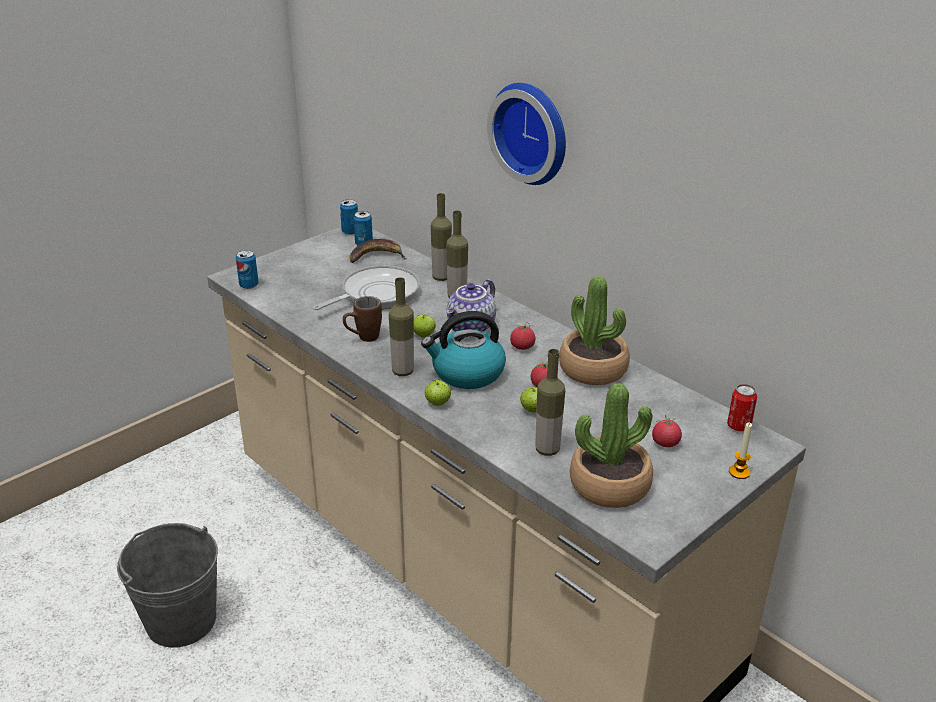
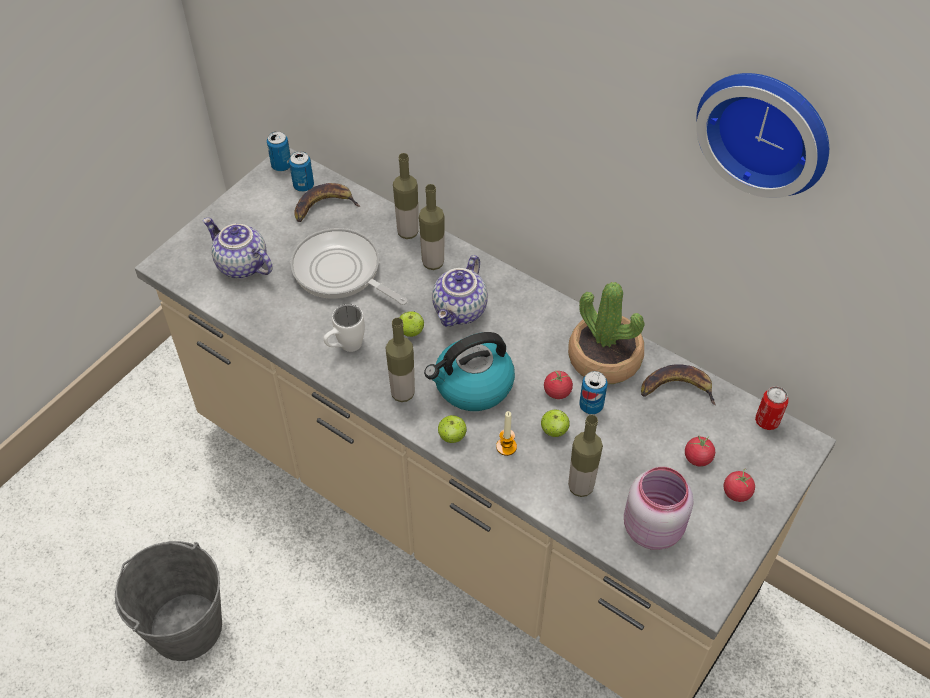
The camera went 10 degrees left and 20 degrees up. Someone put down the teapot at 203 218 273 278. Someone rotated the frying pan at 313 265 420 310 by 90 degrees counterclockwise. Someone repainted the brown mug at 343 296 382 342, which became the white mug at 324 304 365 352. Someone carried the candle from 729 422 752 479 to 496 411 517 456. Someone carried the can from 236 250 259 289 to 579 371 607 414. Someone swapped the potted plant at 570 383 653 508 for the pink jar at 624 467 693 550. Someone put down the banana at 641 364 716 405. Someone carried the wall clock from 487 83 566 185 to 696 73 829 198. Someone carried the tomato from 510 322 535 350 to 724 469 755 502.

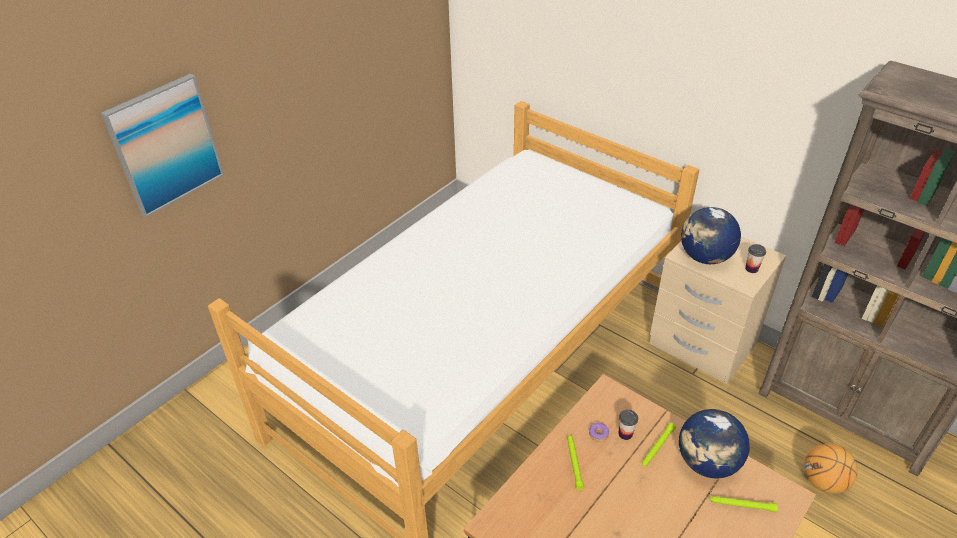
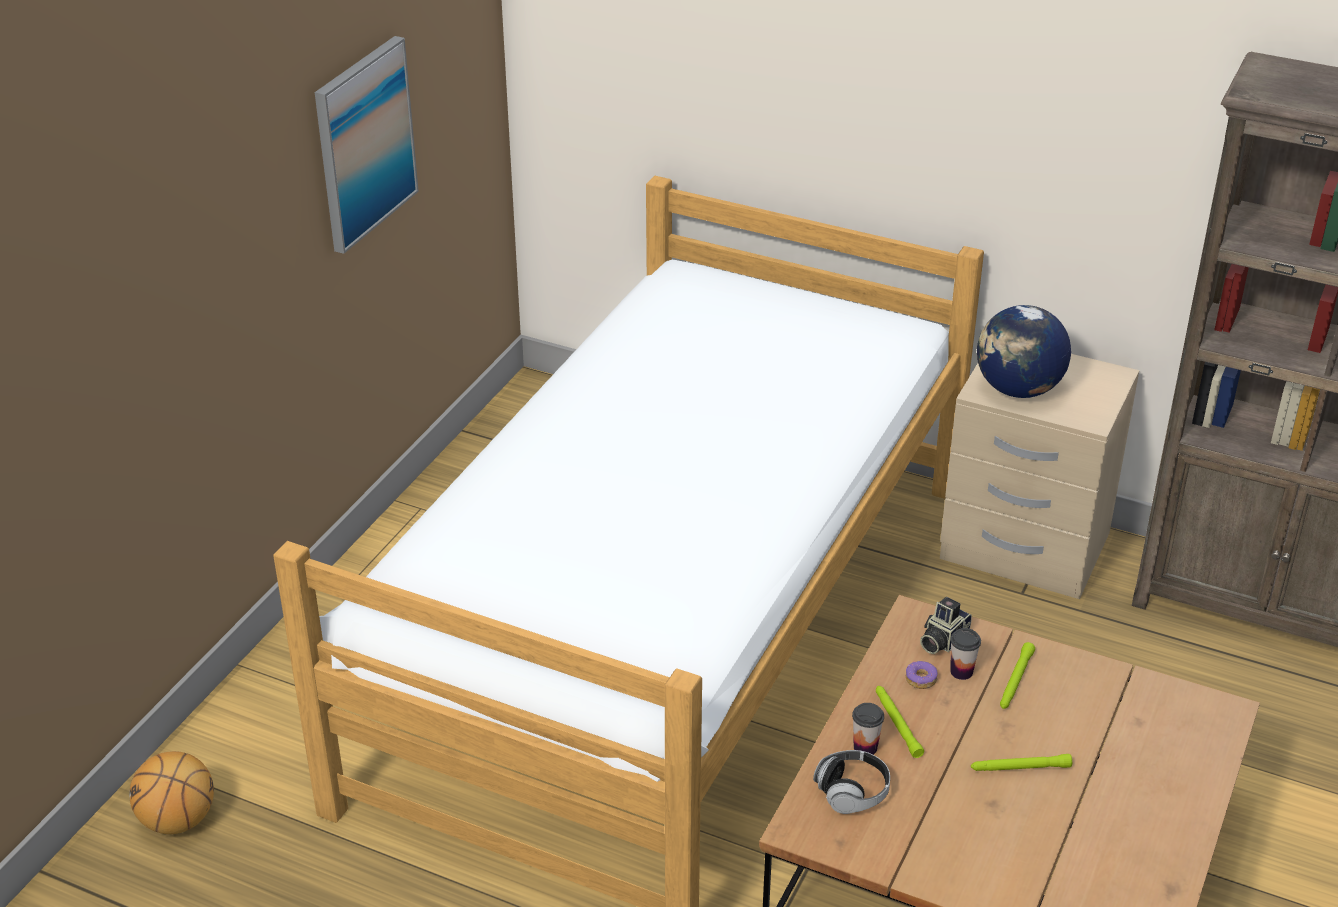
The camera went 15 degrees left and 5 degrees down. Someone carried the basketball from 804 443 858 494 to 129 751 214 834. Someone carried the picture from 101 74 224 218 to 315 36 419 254. Someone put down the headphones at 813 750 890 814. Someone carried the cup from 745 244 766 273 to 852 703 884 755. Someone put down the photo camera at 920 597 972 654. Someone carried the green flashlight from 710 496 778 512 to 971 754 1072 771. Someone took away the globe at 679 409 750 478.

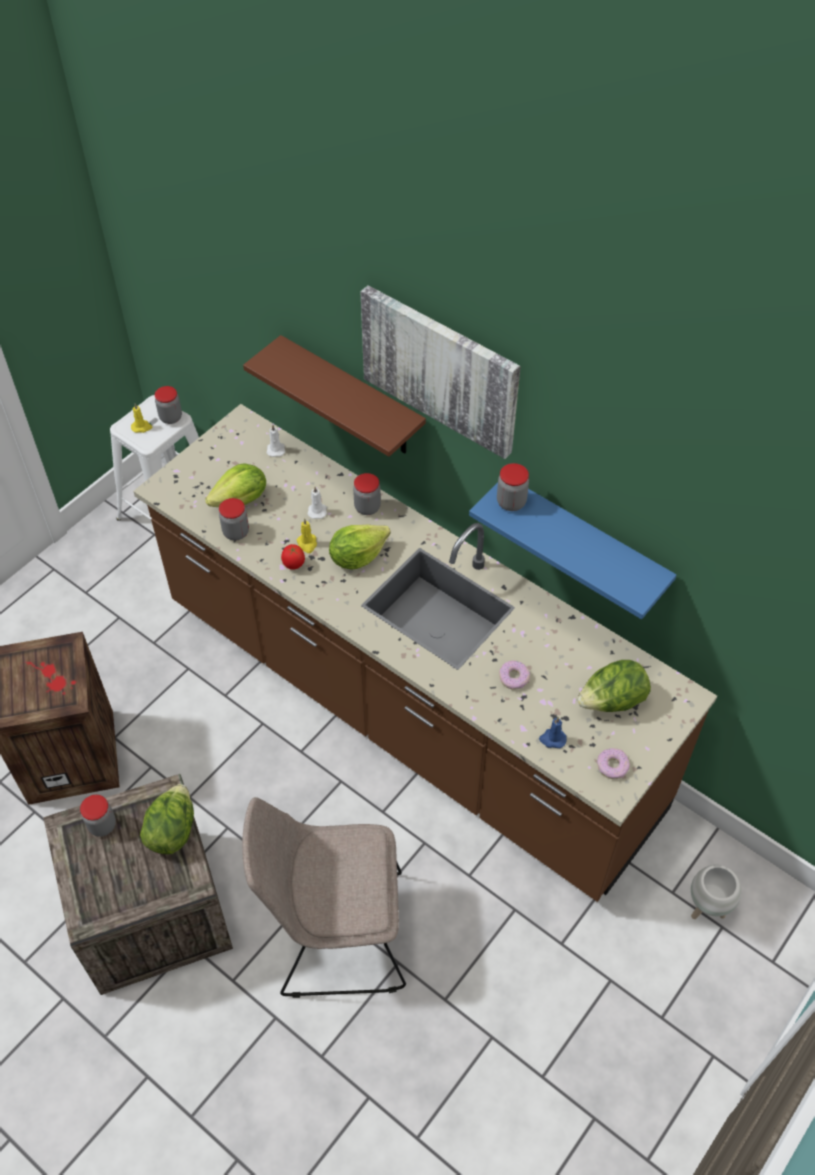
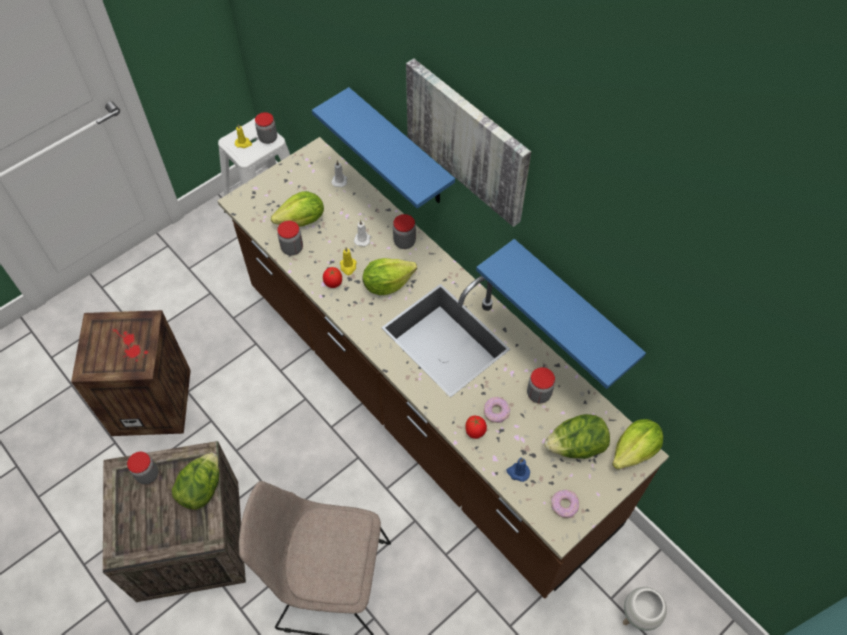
The camera went 10 degrees right and 5 degrees up. Someone repainted the brown shelf at 243 335 426 457, which became the blue shelf at 312 87 455 209. Someone put down the tomato at 466 416 487 439. Someone carried the jar from 497 463 529 511 to 527 367 555 403. Someone put down the lettuce at 612 419 663 470.

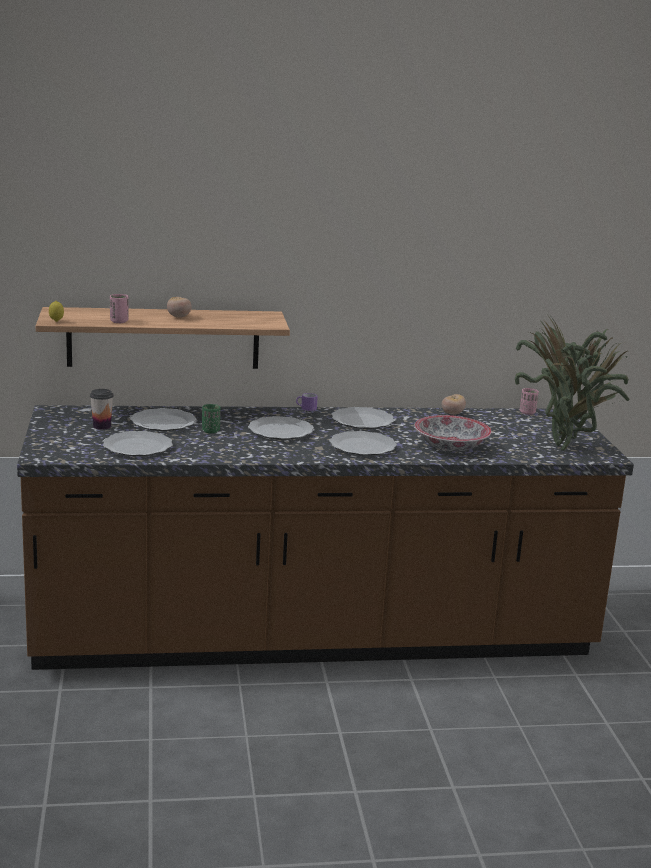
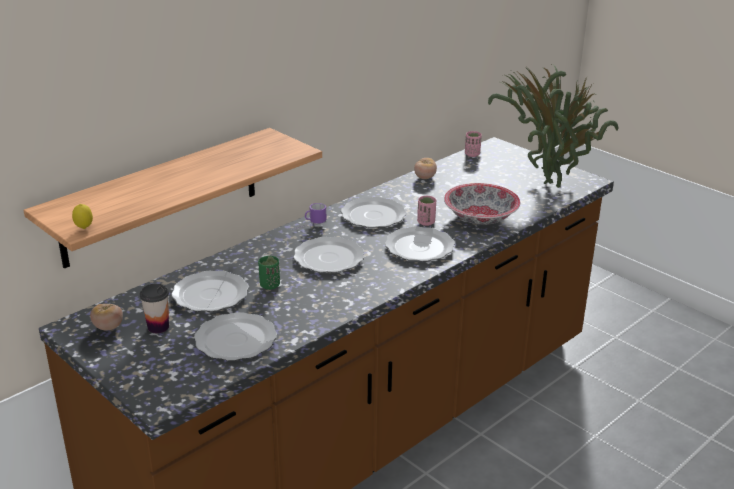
The camera went 35 degrees left and 10 degrees up. Someone carried the tomato from 167 297 192 318 to 90 304 123 331. Someone carried the pink cup from 110 294 129 323 to 417 196 436 226.

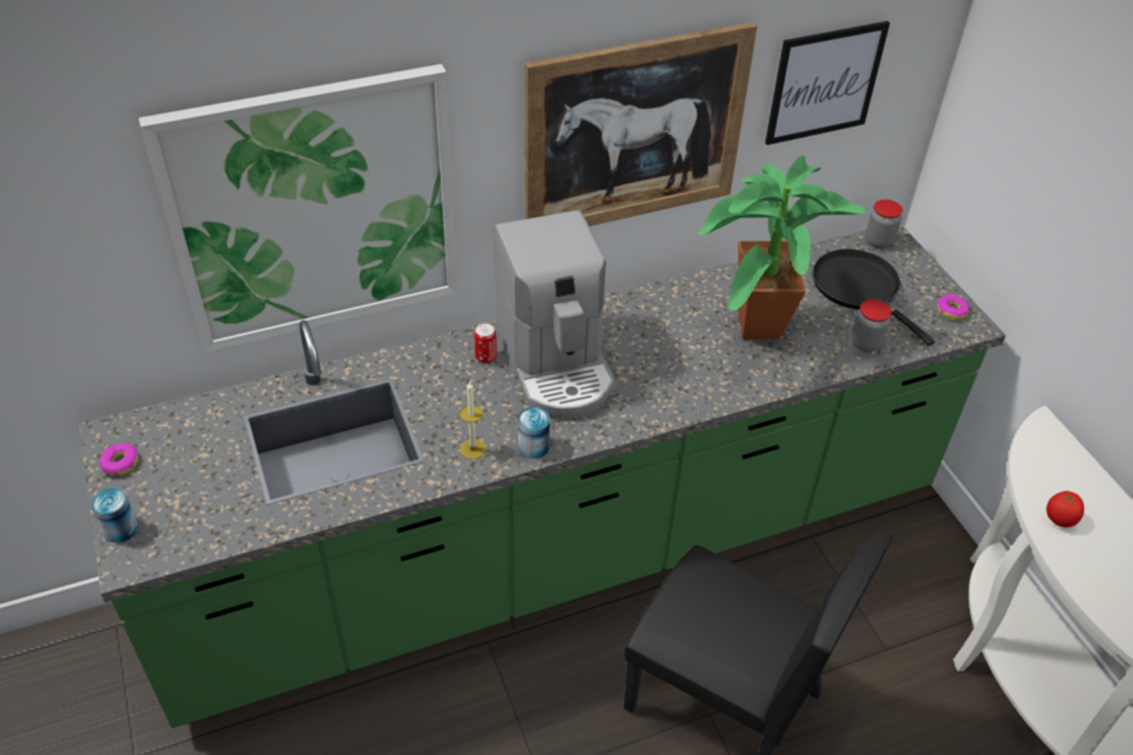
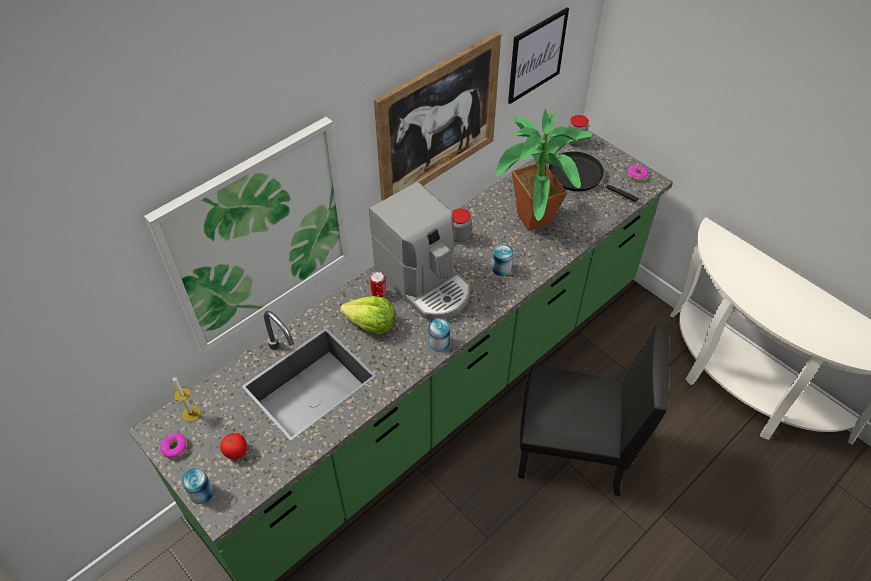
The camera went 20 degrees left and 5 degrees up. Someone carried the candle from 460 382 486 459 to 173 376 201 422. Someone carried the tomato from 1046 491 1084 527 to 220 433 247 460. Someone put down the lettuce at 340 296 396 335. Someone carried the jar from 851 299 892 352 to 452 208 471 242. Someone put down the can at 492 244 513 276.

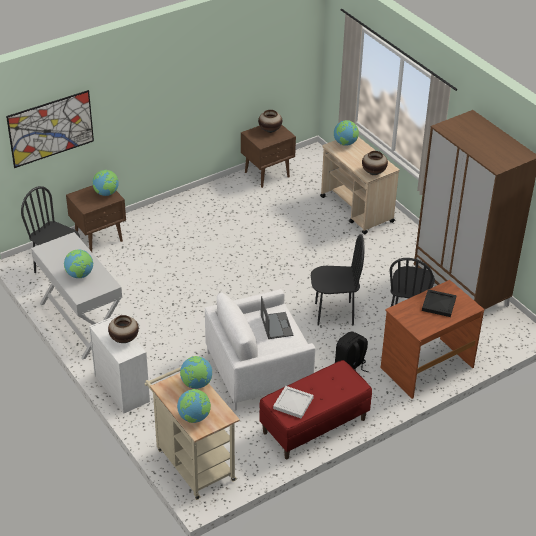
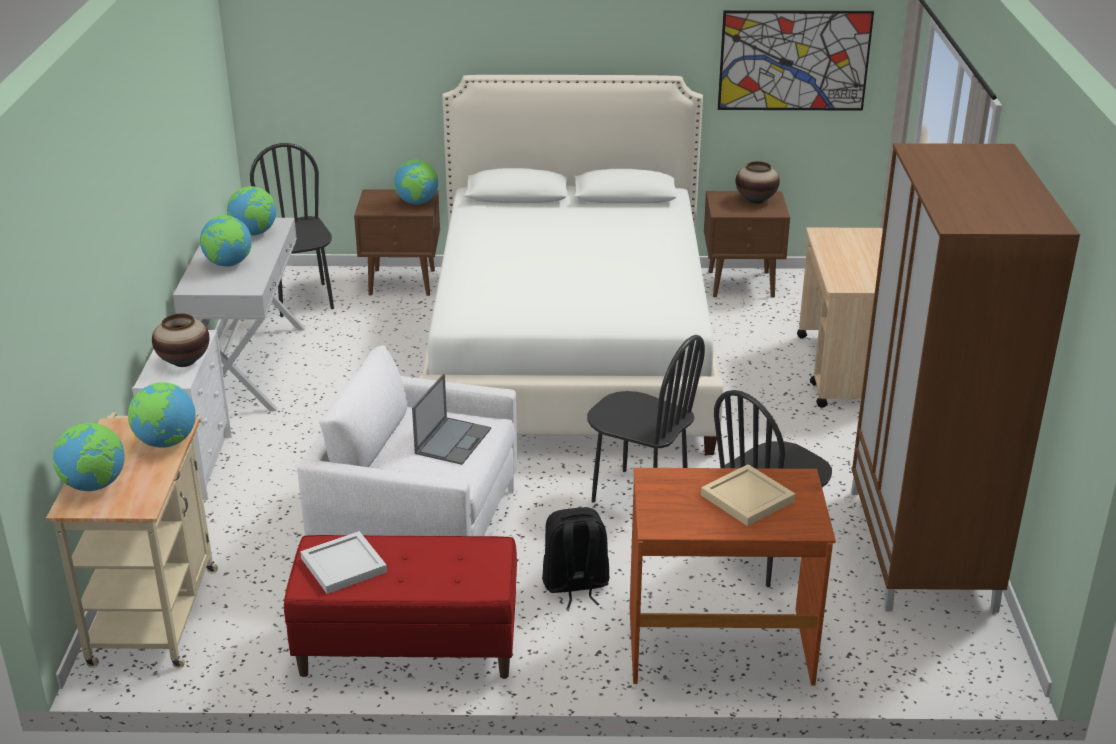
The camera went 35 degrees right and 10 degrees down. Someone carried the globe from 334 120 359 146 to 227 186 276 235. Someone put down the white bed at 419 75 723 455. Someone repainted the black tray at 422 289 457 317, which became the beige tray at 701 464 795 526. Someone carried the picture from 6 90 94 168 to 718 10 874 111. Someone took away the vase at 362 151 388 175.

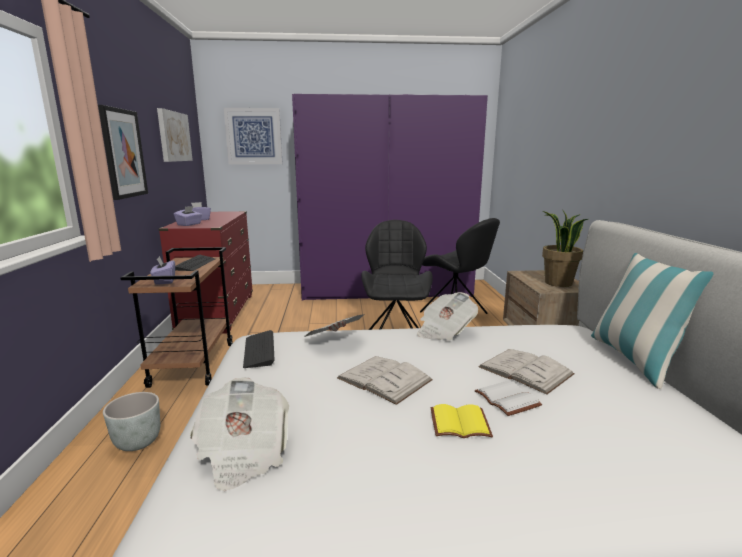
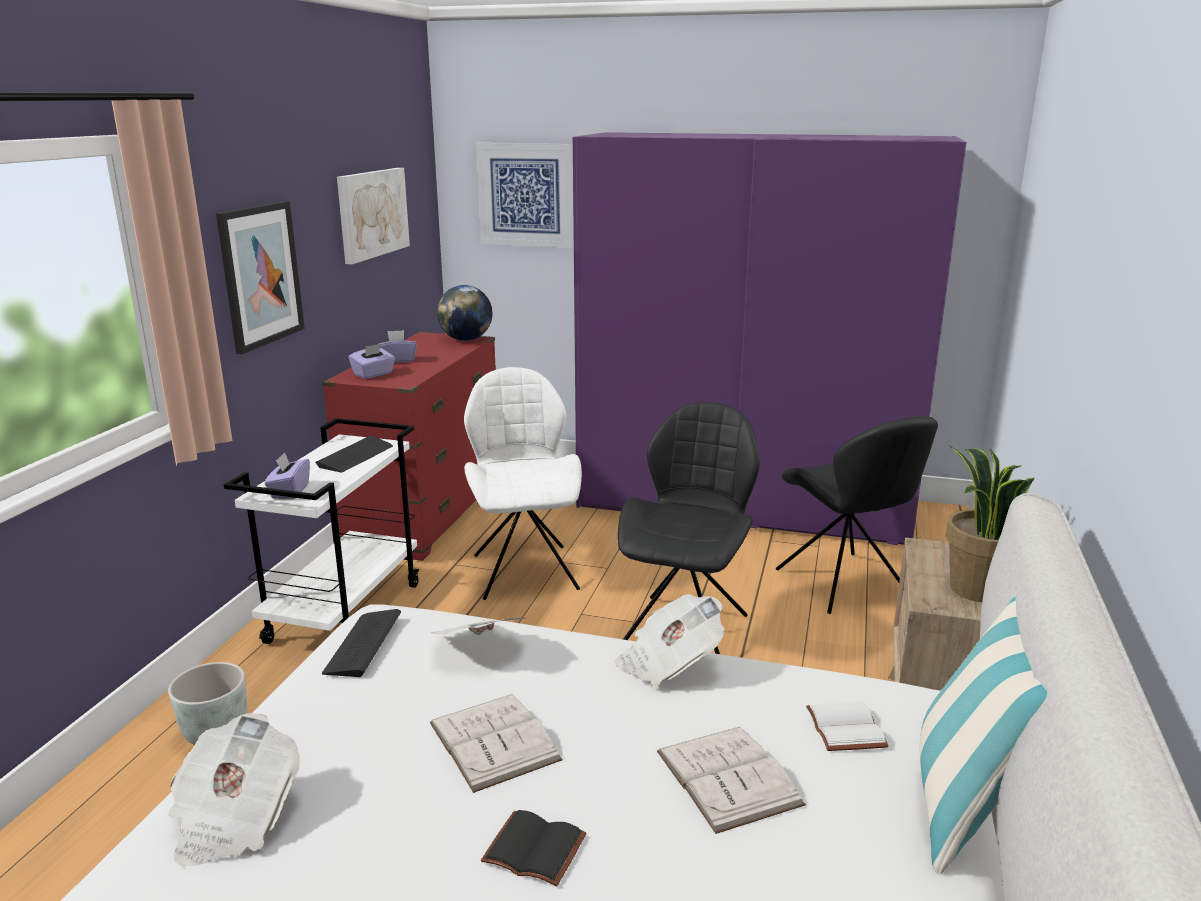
The camera went 20 degrees right and 5 degrees up. Someone repainted the brown cart at 120 247 233 388, which became the white cart at 224 418 420 644. Someone put down the globe at 437 285 492 341. Someone put down the white chair at 464 367 582 600. Someone repainted the yellow book at 431 404 493 438, which became the black book at 481 810 586 886. Someone carried the white book from 475 381 542 416 to 806 702 889 751.

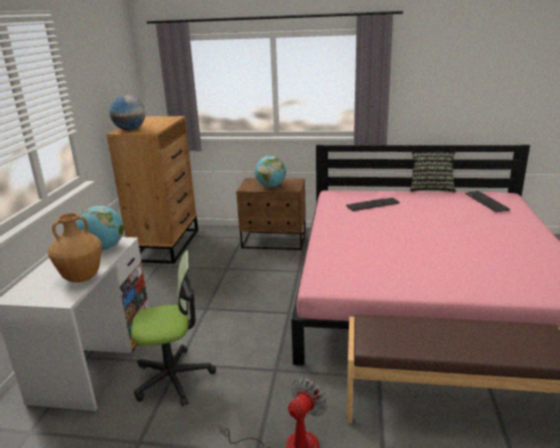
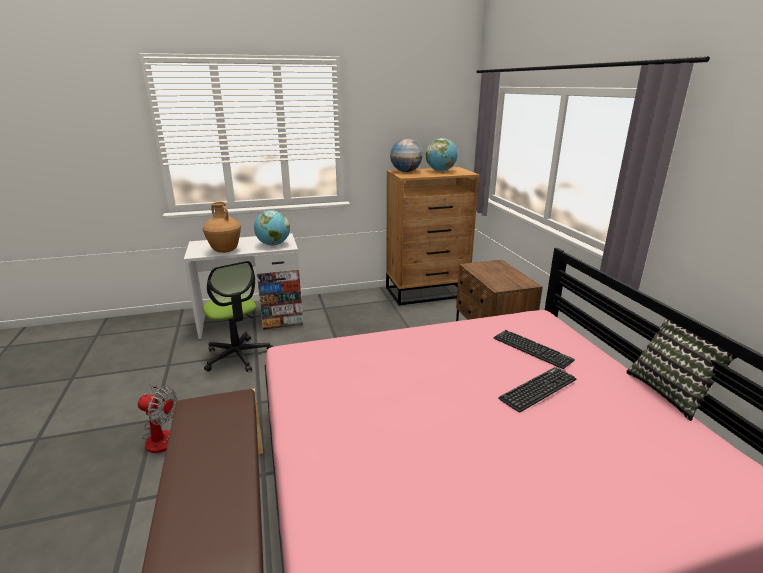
The camera went 65 degrees right and 0 degrees up. Someone carried the globe from 255 156 286 188 to 426 138 458 171. Someone carried the keyboard from 465 191 510 212 to 498 367 576 413.

